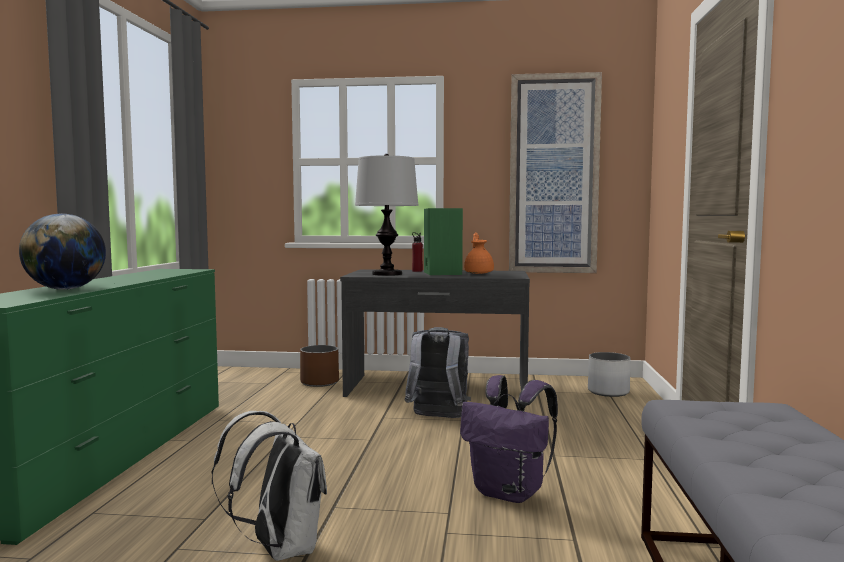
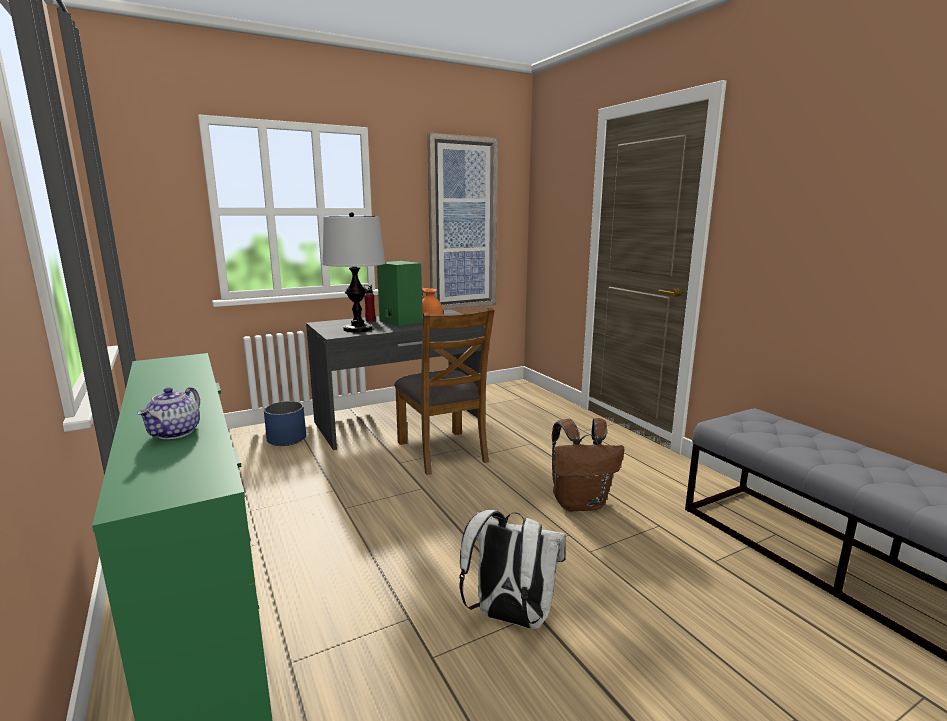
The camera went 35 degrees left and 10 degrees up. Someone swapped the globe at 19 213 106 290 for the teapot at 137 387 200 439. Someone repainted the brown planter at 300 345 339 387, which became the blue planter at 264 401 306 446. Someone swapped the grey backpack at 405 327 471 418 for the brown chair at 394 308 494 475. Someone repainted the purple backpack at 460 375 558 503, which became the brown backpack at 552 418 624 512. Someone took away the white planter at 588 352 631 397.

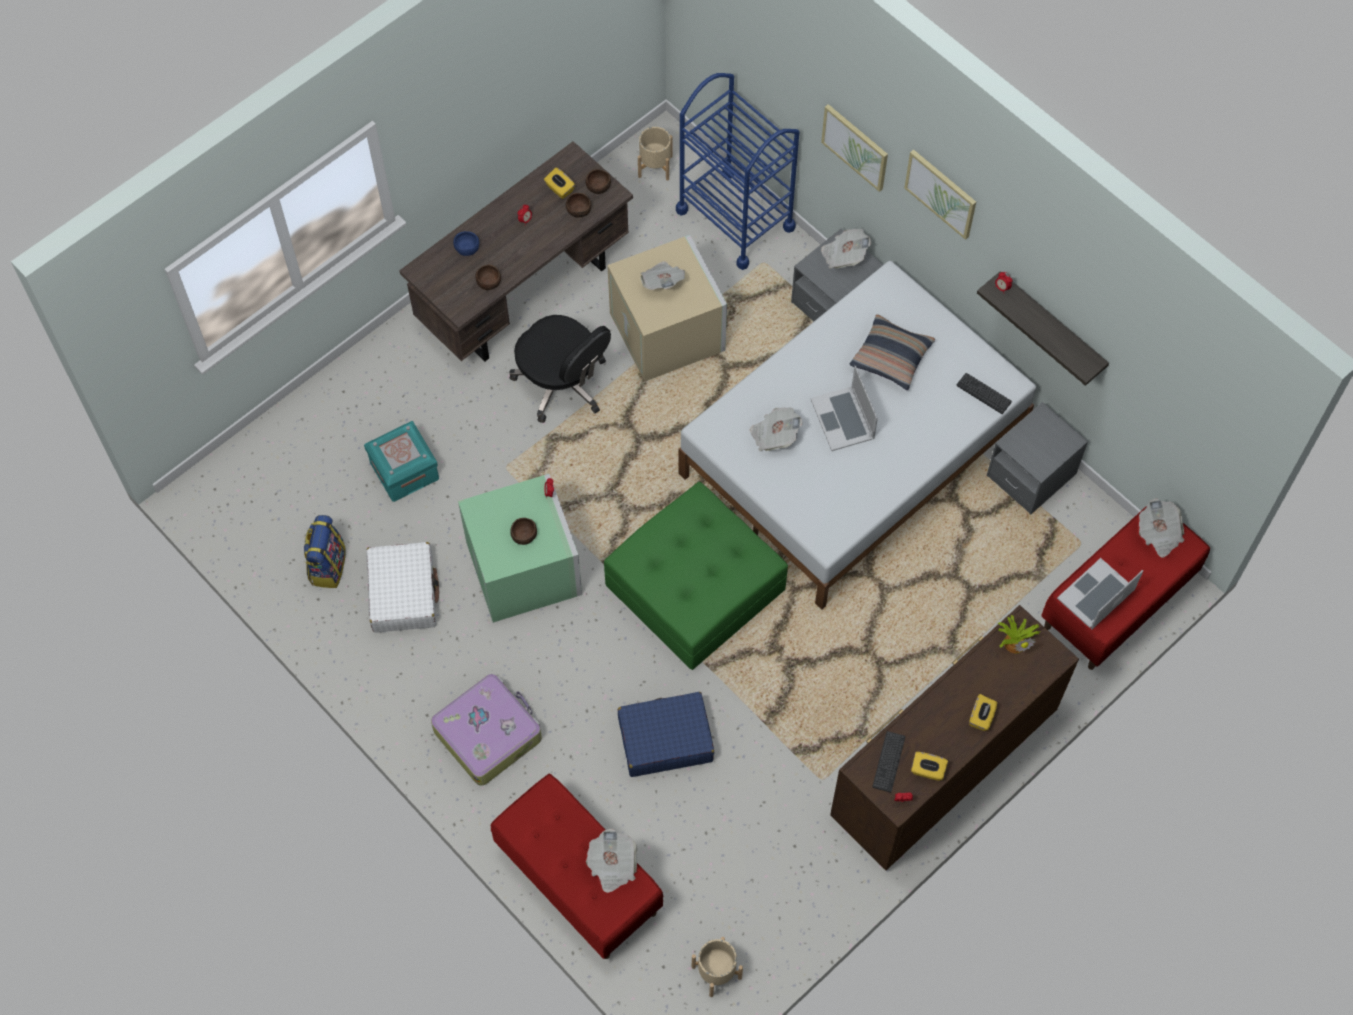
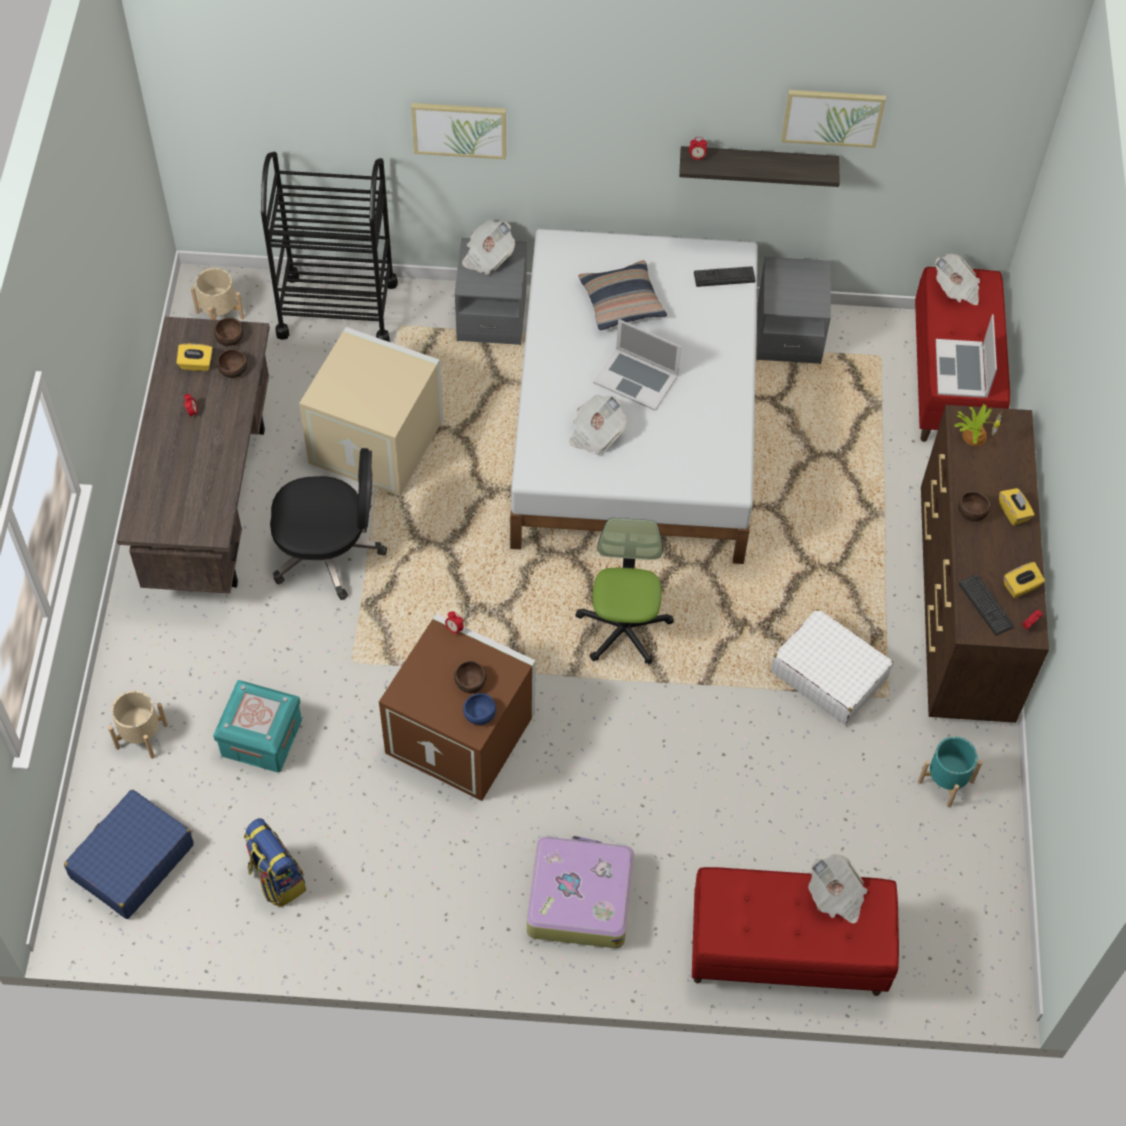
The camera went 45 degrees left and 5 degrees down. Someone carried the blue suitcase from 618 692 714 777 to 64 789 194 919. Someone carried the beige planter from 692 937 743 997 to 108 691 168 759. Someone repainted the blue cart at 676 73 799 270, which became the black cart at 261 152 398 342. Someone repainted the green storage box at 458 474 582 623, which became the brown storage box at 379 614 536 801. Someone carried the blue bowl from 453 231 479 256 to 463 693 496 725. Someone swapped the green ottoman at 604 482 788 670 for the office chair at 575 518 674 664. Someone carried the white suitcase from 366 542 439 633 to 771 609 893 725. Someone carried the picture from 904 150 976 240 to 781 90 886 148. Someone put down the turquoise planter at 918 737 983 807. Someone carried the brown bowl from 475 265 501 290 to 958 491 990 522. Someone took away the newspaper at 640 261 685 290.

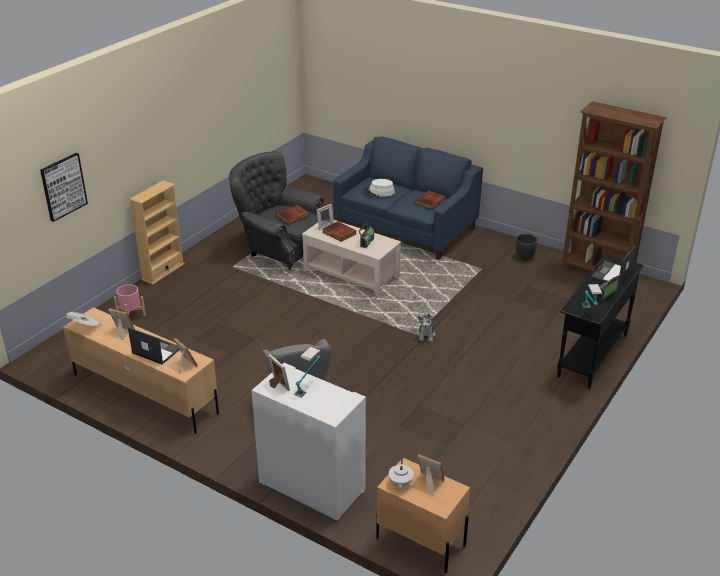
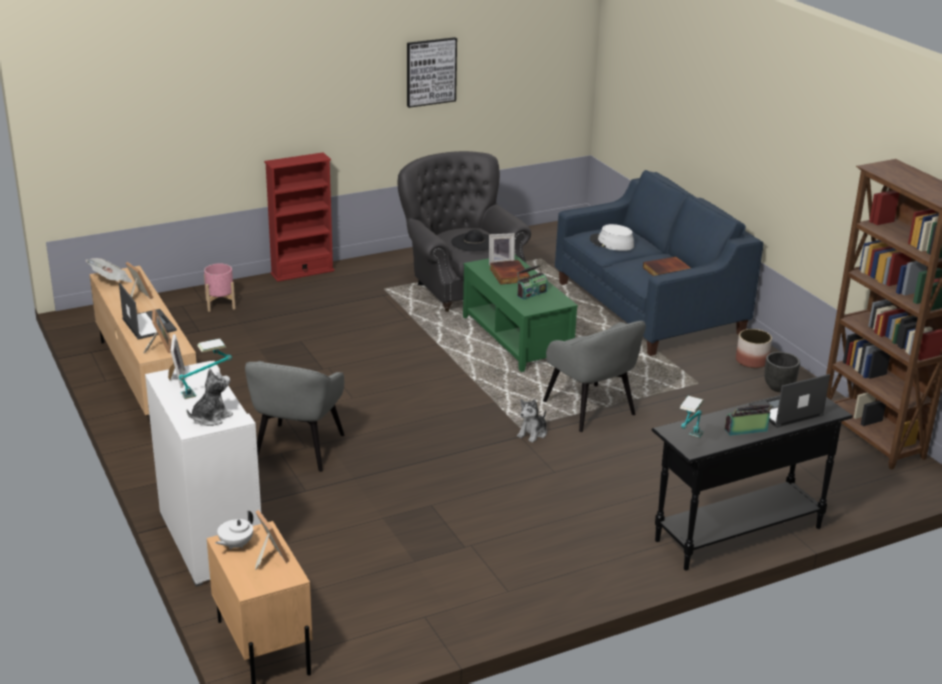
The camera went 30 degrees right and 5 degrees down. Someone put down the plush toy at 187 369 233 426. Someone repainted the beige bookcase at 129 181 185 284, which became the red bookcase at 264 152 334 282. Someone carried the picture from 40 153 88 222 to 407 37 457 108. Someone swapped the book at 276 205 310 224 for the black hat at 451 229 489 252. Someone repainted the beige coffee table at 302 220 401 296, which became the green coffee table at 463 255 578 372. Someone put down the grey armchair at 543 321 646 432. Someone put down the planter at 736 329 772 368.

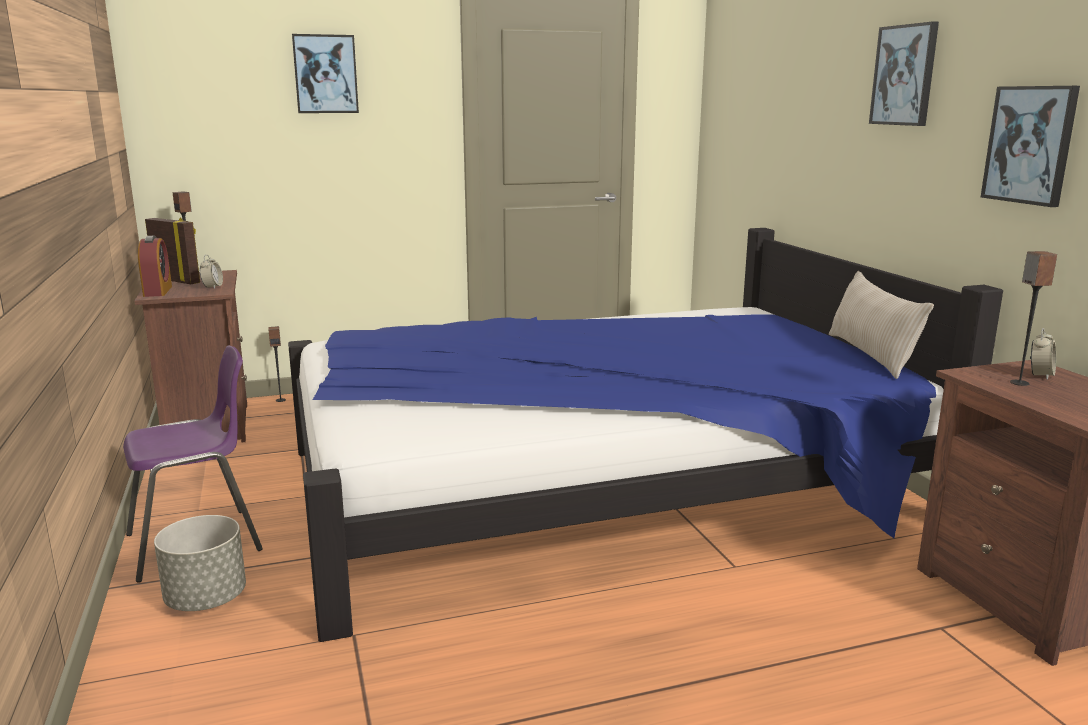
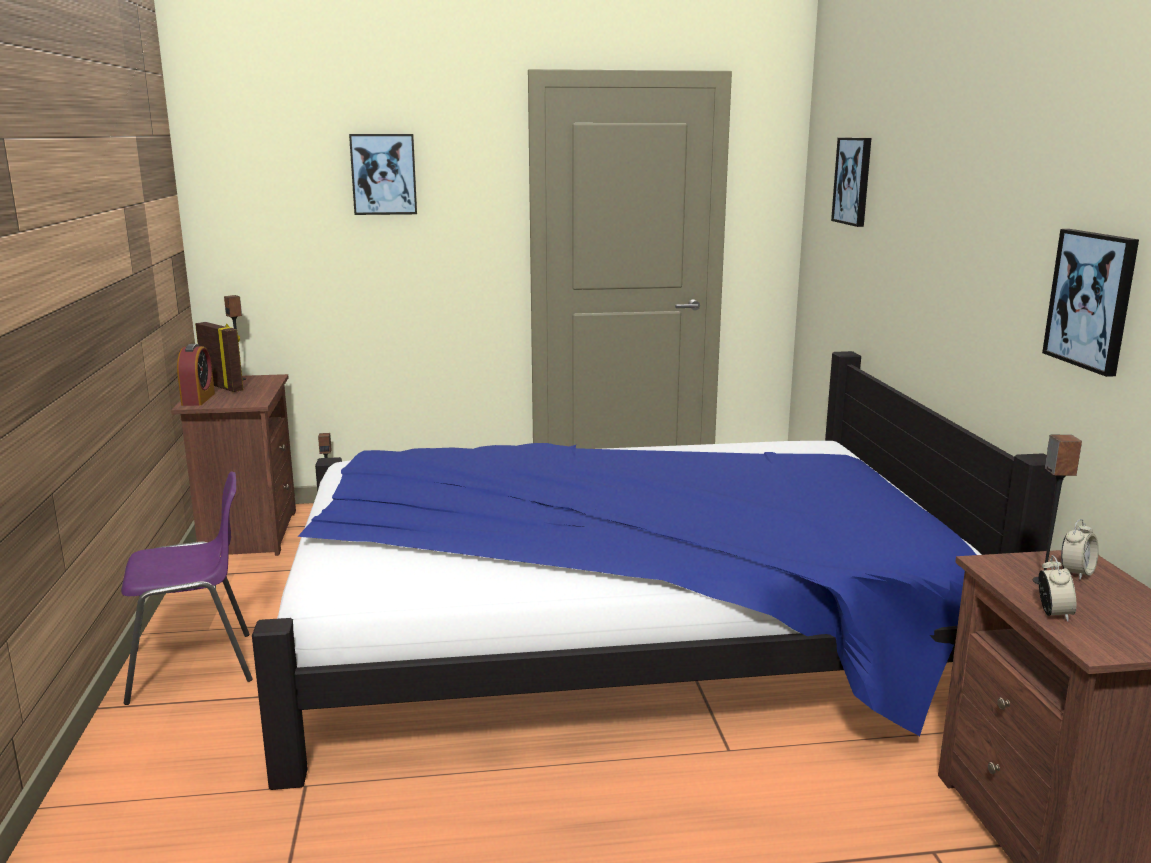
The camera went 10 degrees right and 0 degrees up. Someone carried the picture from 869 21 939 126 to 831 138 871 227. Someone carried the alarm clock from 200 255 223 289 to 1038 555 1076 622. Someone took away the grey planter at 154 515 246 611. Someone took away the beige pillow at 829 271 934 379.

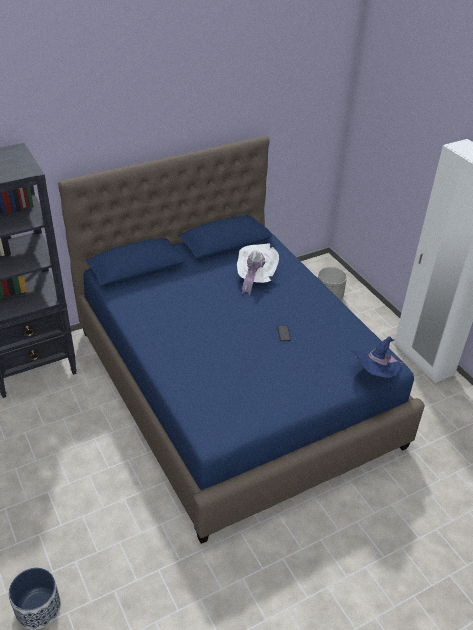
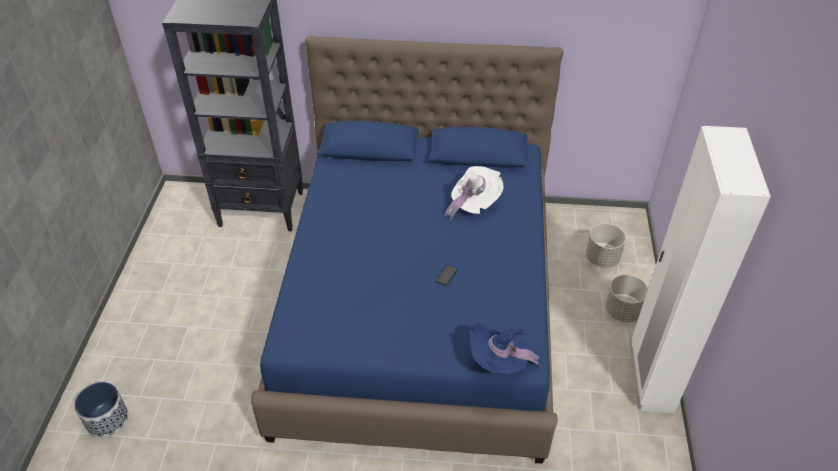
The camera went 35 degrees right and 5 degrees up. Someone put down the grey planter at 605 275 648 322.

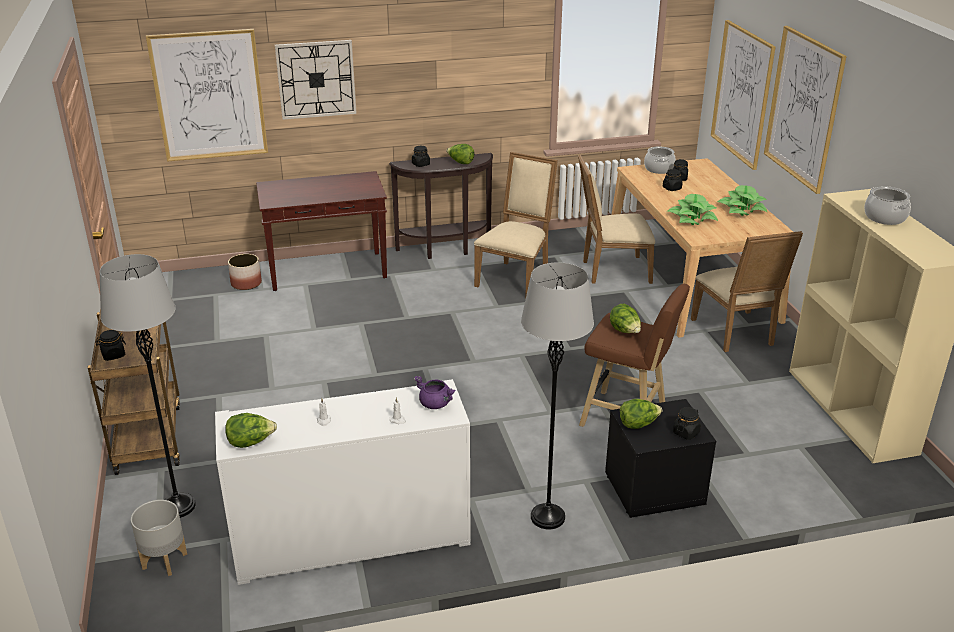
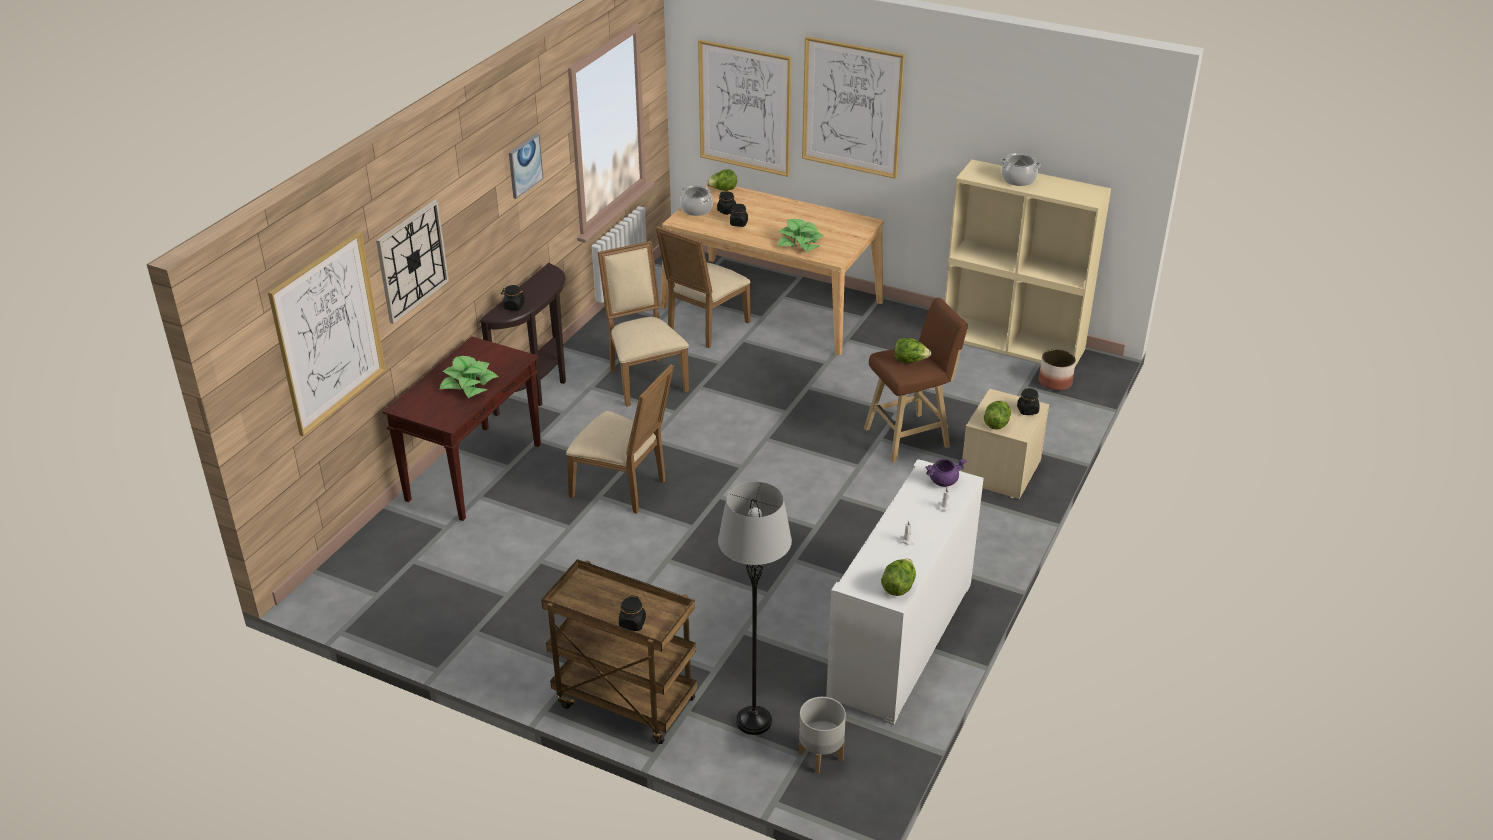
The camera went 50 degrees left and 5 degrees up. Someone carried the potted plant from 717 185 767 216 to 440 356 499 398. Someone put up the picture at 509 133 544 199. Someone carried the beige chair from 691 231 803 352 to 566 364 674 514. Someone carried the lettuce from 446 144 475 164 to 706 169 737 191. Someone repainted the black nightstand at 605 399 716 518, which became the beige nightstand at 961 389 1049 499. Someone carried the planter from 228 254 262 290 to 1039 349 1076 391. Someone took away the grey floor lamp at 521 262 594 529.

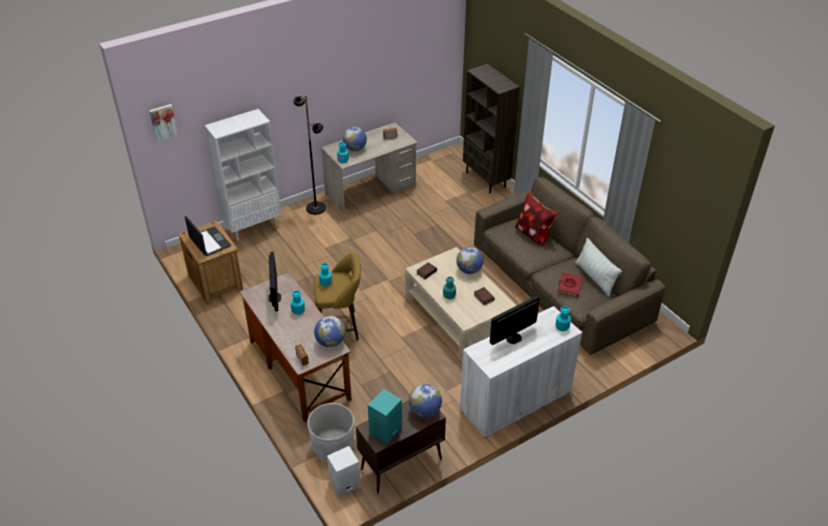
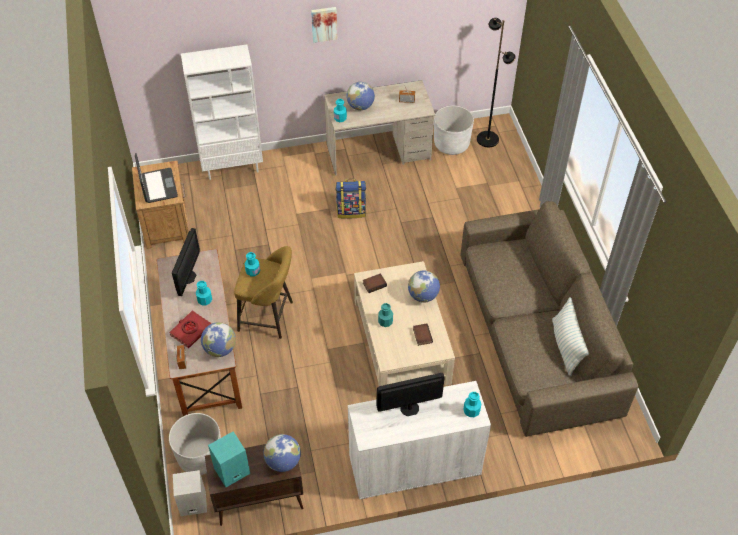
The camera went 20 degrees right and 10 degrees up. Someone carried the red book from 557 272 583 297 to 169 311 212 348. Someone carried the picture from 149 104 178 141 to 311 7 337 43. Someone put down the backpack at 335 179 366 219. Someone put down the white planter at 434 105 474 155. Someone carried the black floor lamp from 293 95 326 215 to 477 17 515 147. Someone took away the brown bookcase at 463 64 520 194. Someone took away the pillow at 515 192 558 246.

